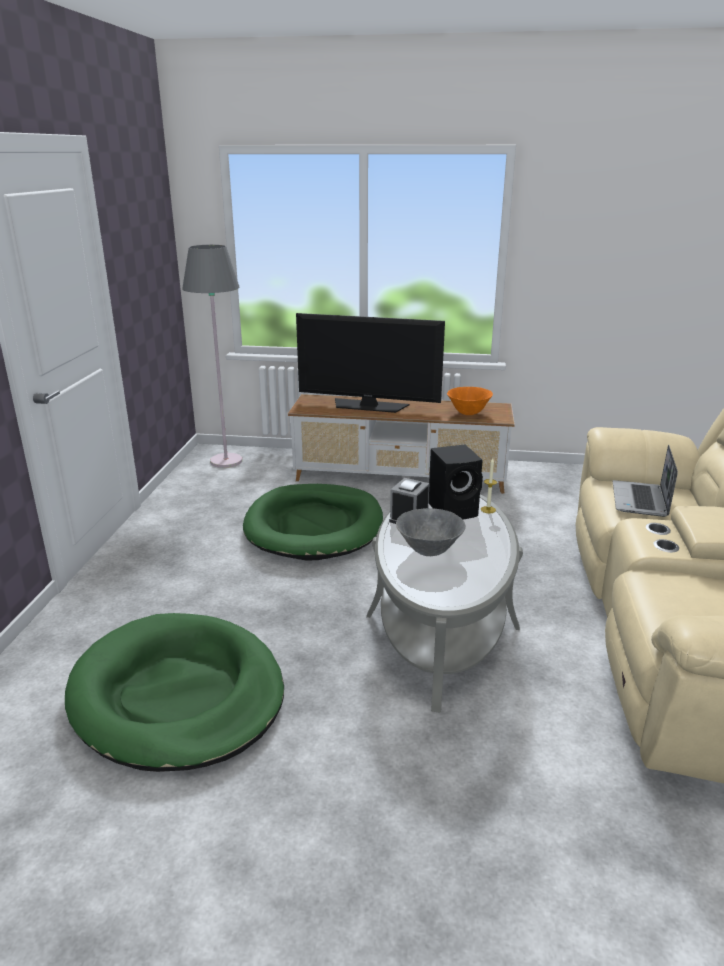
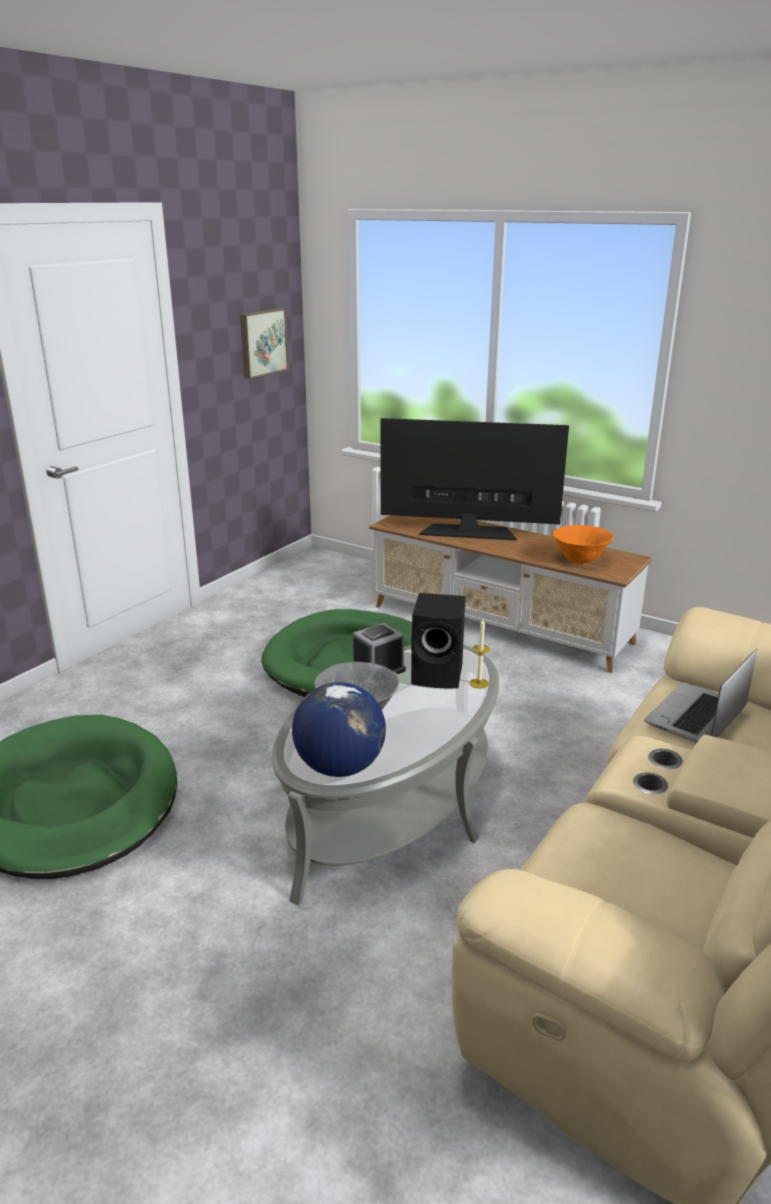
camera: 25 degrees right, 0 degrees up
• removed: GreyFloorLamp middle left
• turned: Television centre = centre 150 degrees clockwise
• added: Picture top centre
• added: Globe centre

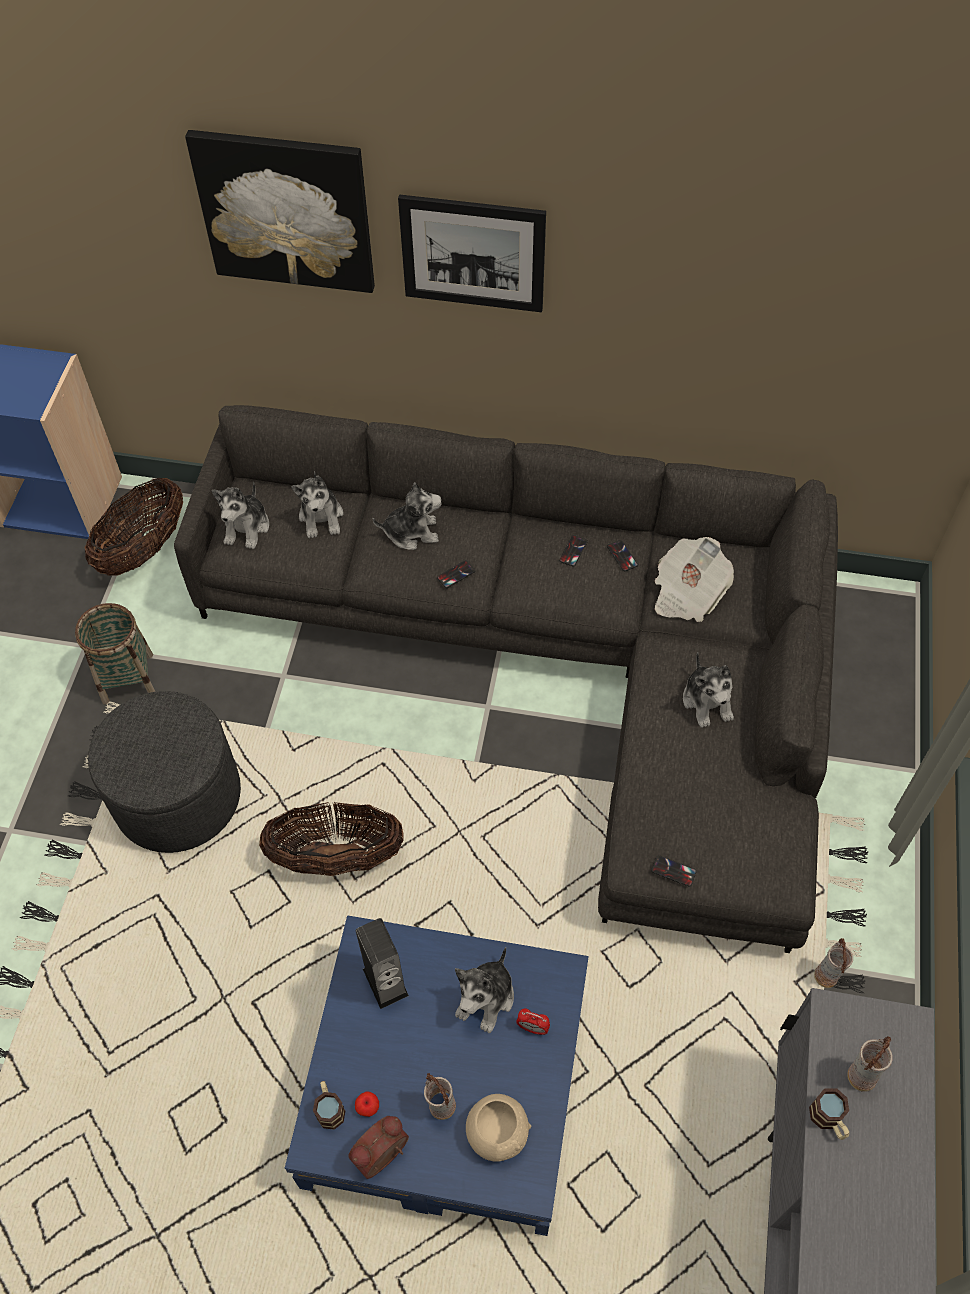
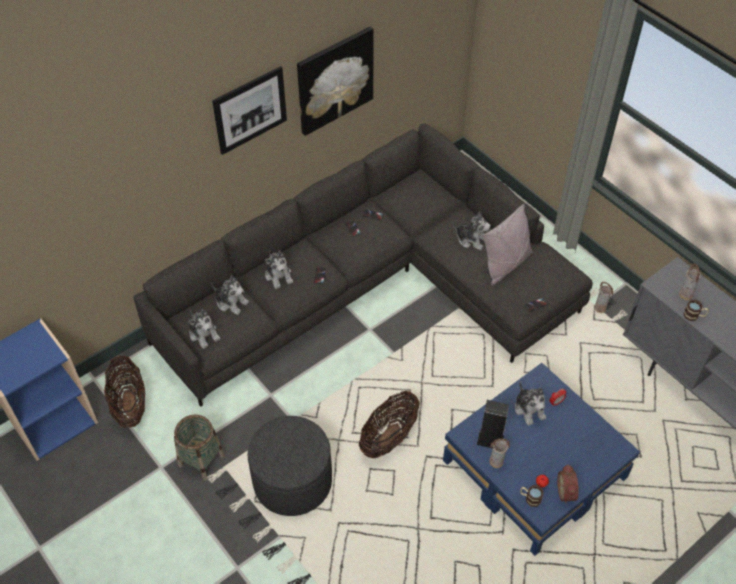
camera: 50 degrees left, 5 degrees down
• moved: Picture (1st from left in the first image) top left to Picture (2nd from left) top centre
• turned: PlushToy (3rd from left) centre = centre 120 degrees clockwise
• moved: Vase (1st from left) bottom centre to bottom right
• removed: BeigeBowl bottom centre
• removed: Newspaper middle right
• added: PurplePillow middle right

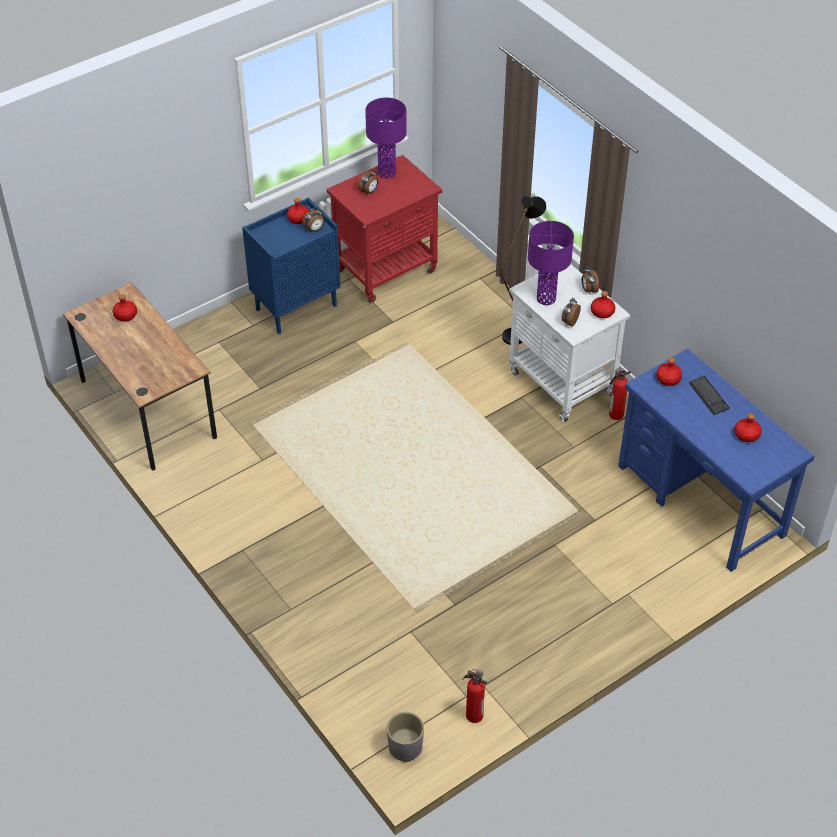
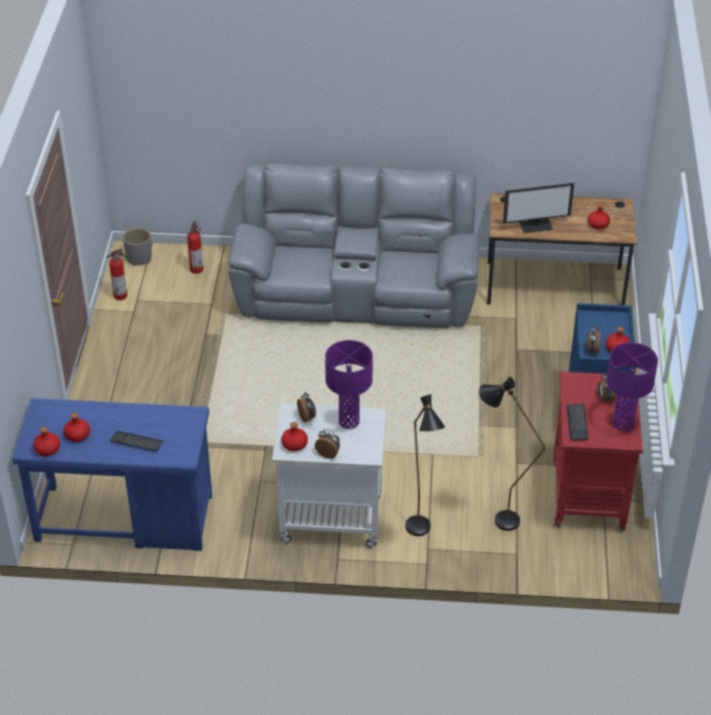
camera: 130 degrees right, 5 degrees down
• moved: FireExtinguisher (2nd from left) middle right to middle left
• moved: RedBottle (4th from left in the first image) middle right to RedBottle (1st from left) middle left
• added: GreySofa centre
• added: BlackFloorLamp (2nd from left) middle right
• added: Monitor top right
• added: Keyboard (2nd from left) middle right

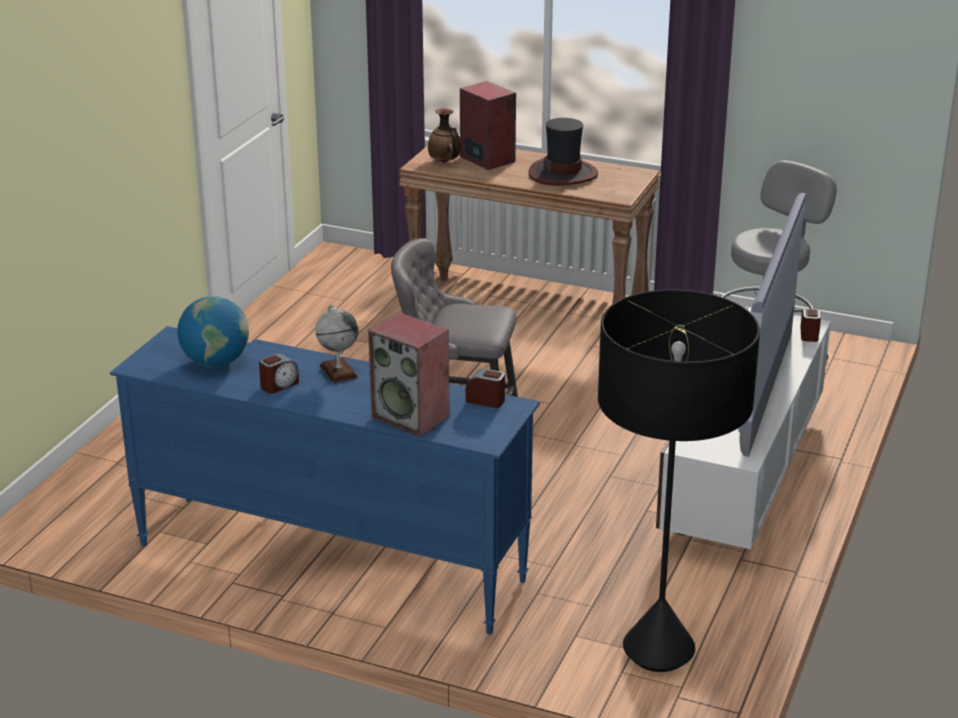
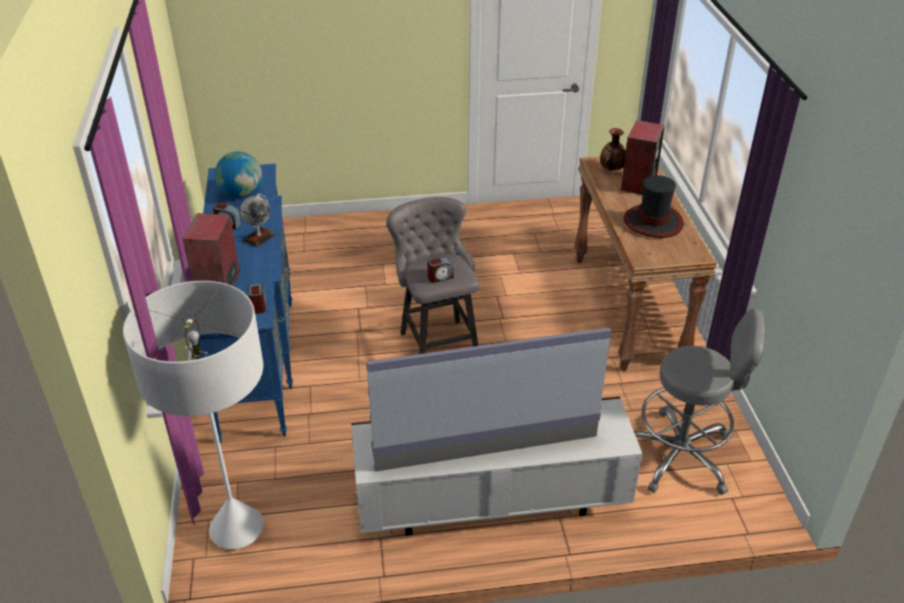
camera: 60 degrees right, 10 degrees up
• recoloured: BlackFloorLamp bottom right to WhiteFloorLamp bottom left
• moved: AlarmClock (3rd from left) middle right to centre

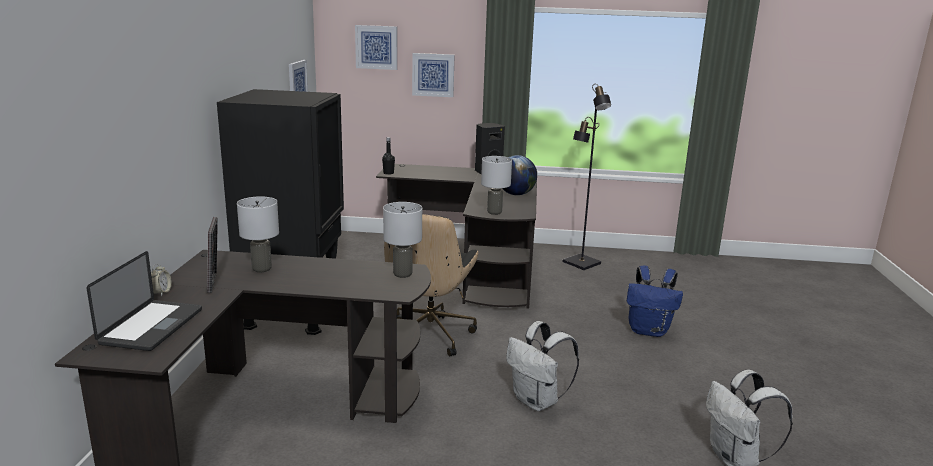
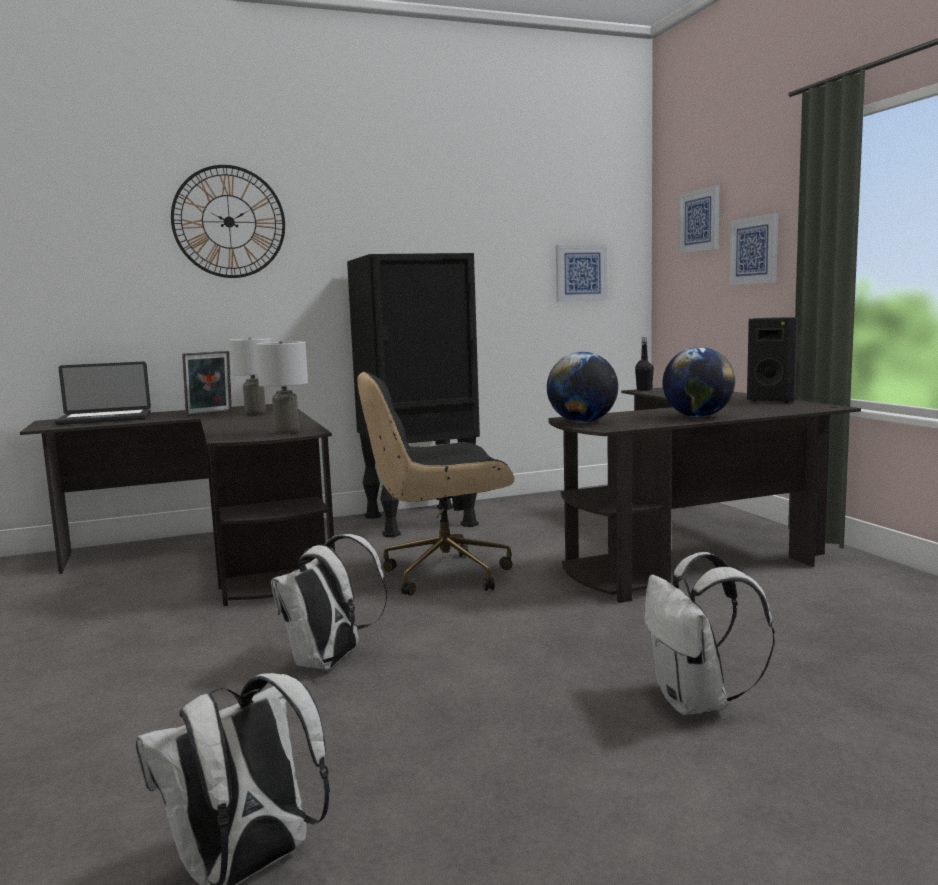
camera: 65 degrees right, 10 degrees down
• removed: AlarmClock middle left
• replaced: WhiteTableLamp (3rd from left) centre to Globe (1st from left) centre
• removed: BlackFloorLamp centre
• recoloured: BlueBackpack middle right to WhiteBackpack (3rd from left) bottom right
• added: WallClock top left

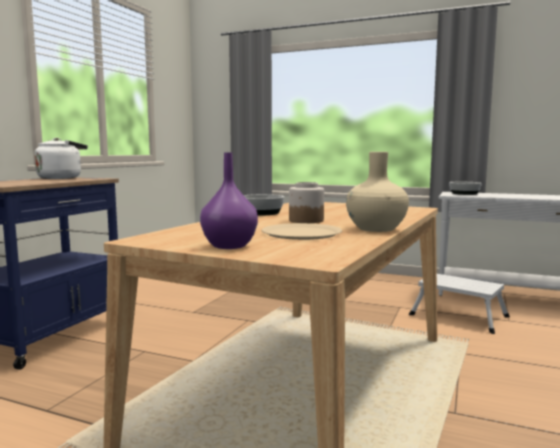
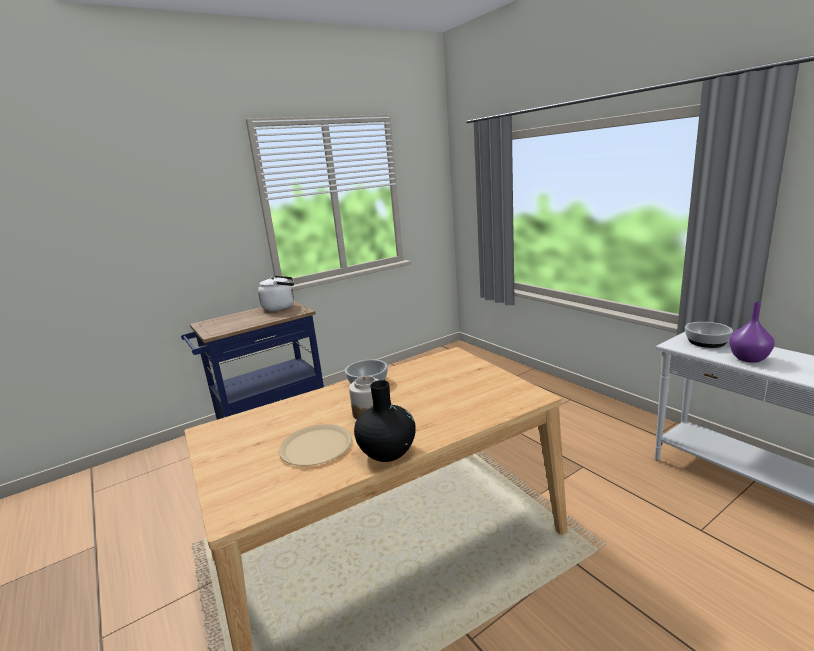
camera: 35 degrees right, 10 degrees up
• moved: PurpleVase centre to middle right
• recoloured: BeigeVase middle right to BlackVase centre
• removed: WhiteStepLadder bottom right

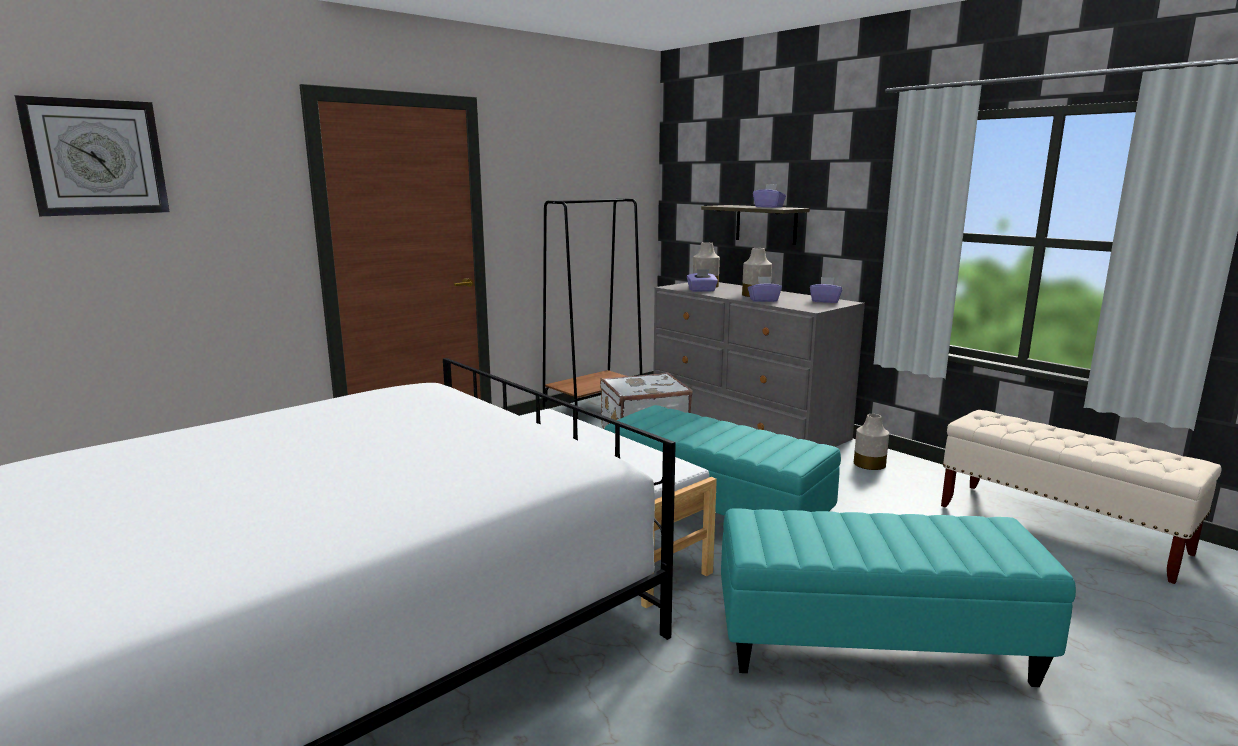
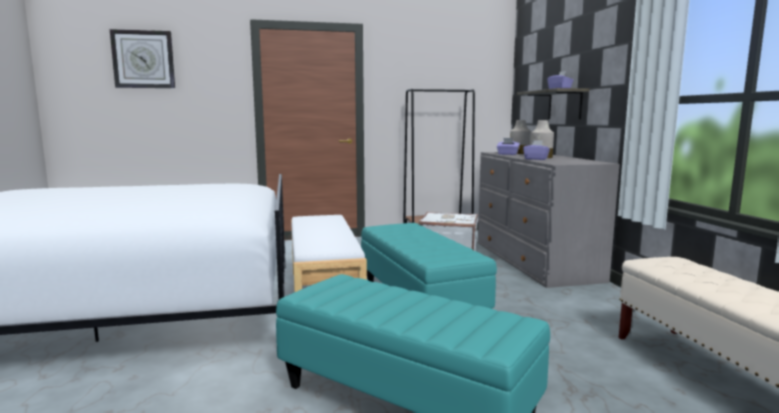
camera: 30 degrees right, 5 degrees down
• removed: PurpleTissueBox (4th from left) middle right
• removed: BeigeVase (3rd from left) middle right

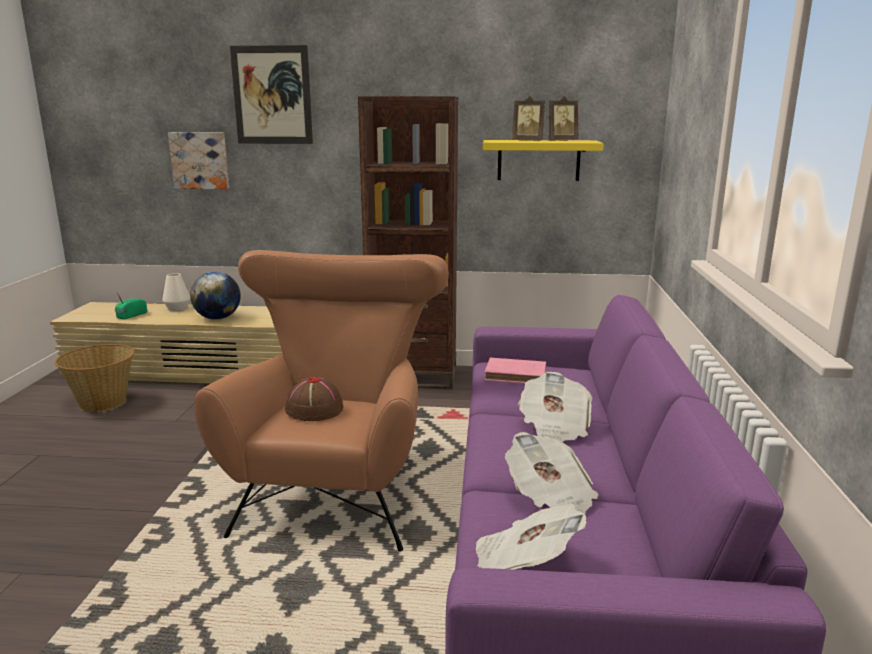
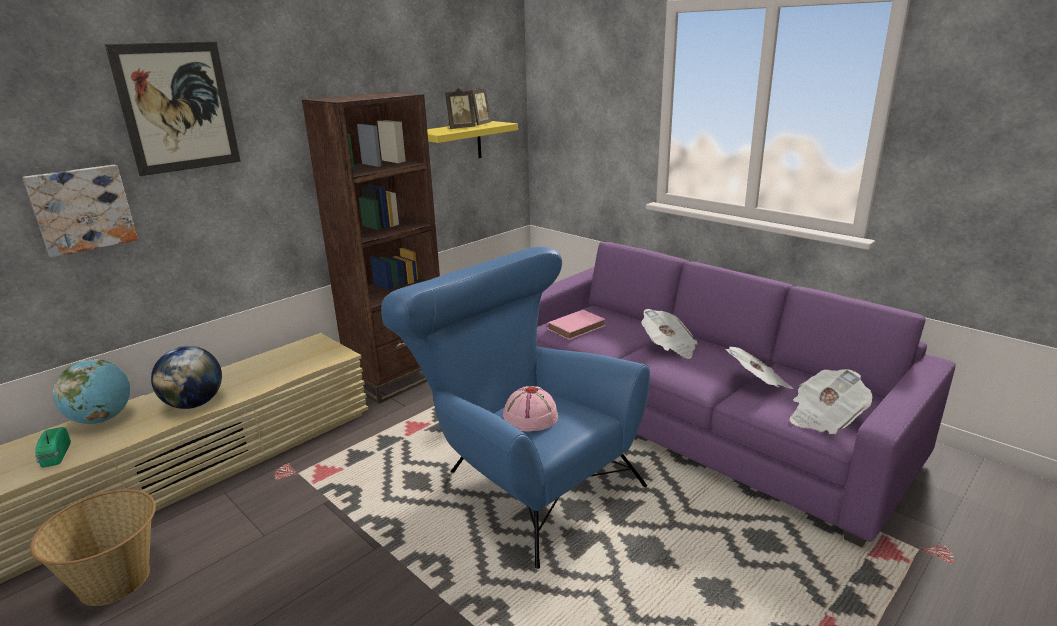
camera: 50 degrees left, 5 degrees up
• replaced: WhiteVase middle left to Globe (1st from left) middle left
• recoloured: BrownArmchair centre to BlueArmchair centre
• recoloured: BrownHat centre to PinkHat centre

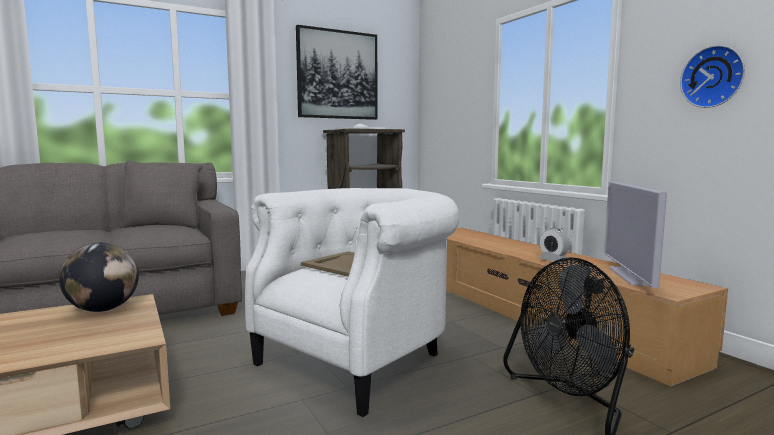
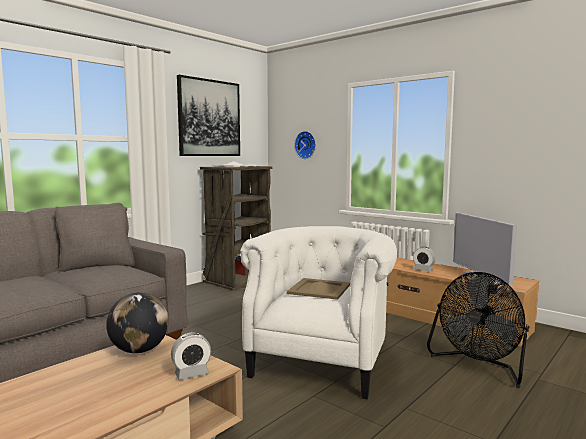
camera: 20 degrees left, 0 degrees up
• moved: WallClock top right to top centre
• added: AlarmClock (1st from left) bottom left

